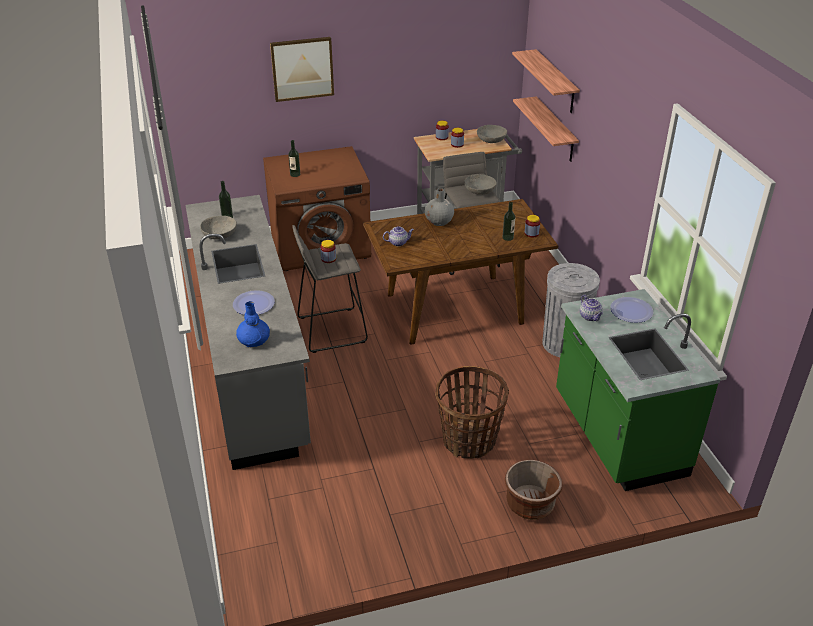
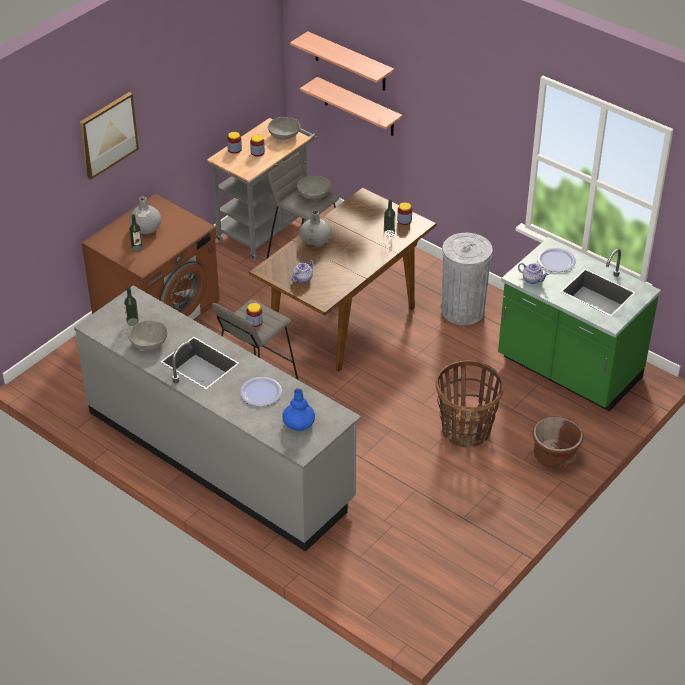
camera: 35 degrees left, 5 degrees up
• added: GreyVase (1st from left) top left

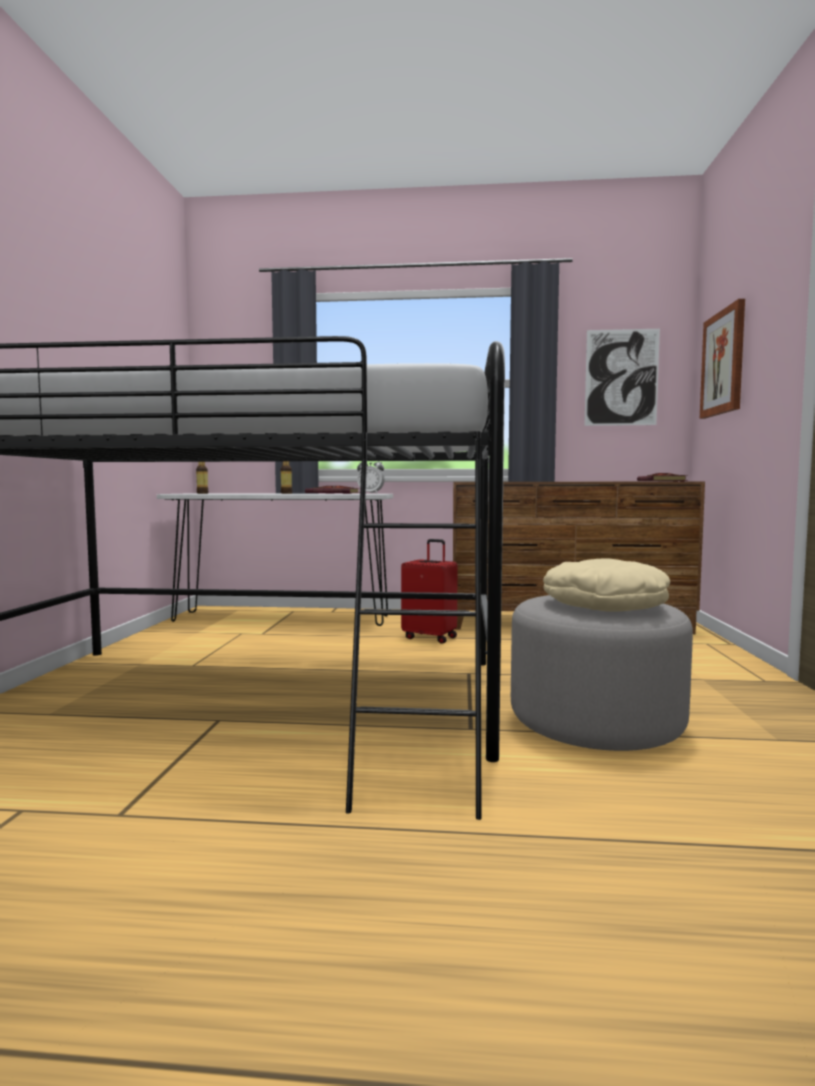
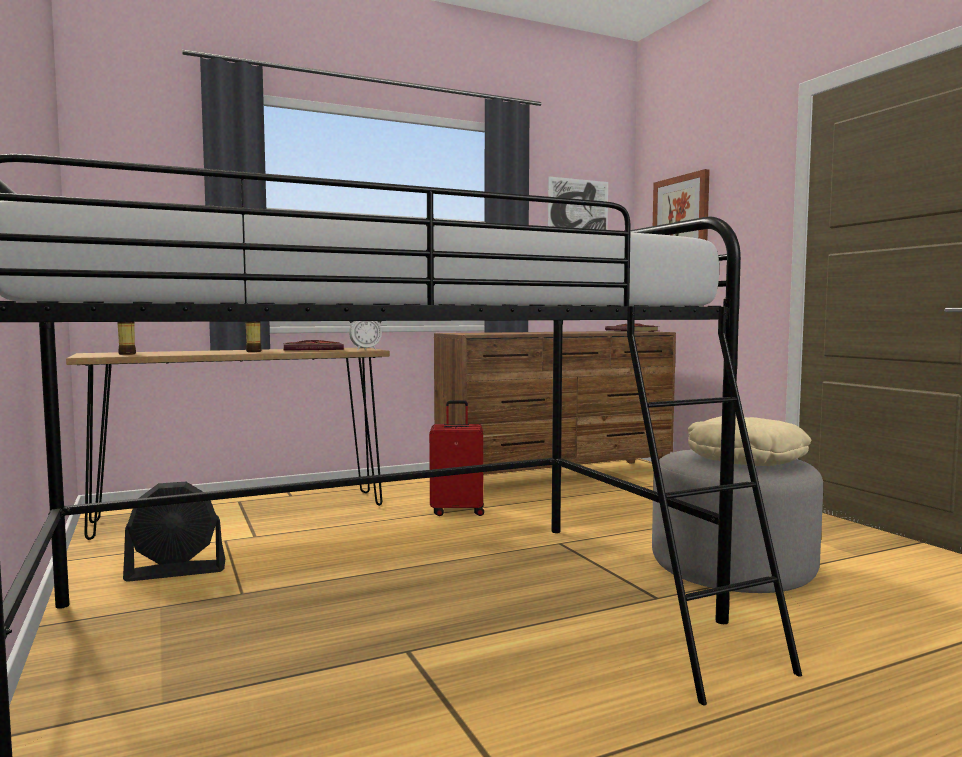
camera: 30 degrees left, 0 degrees up
• recoloured: WhiteConsoleTable centre to BrownConsoleTable middle left
• added: BlackFan bottom left

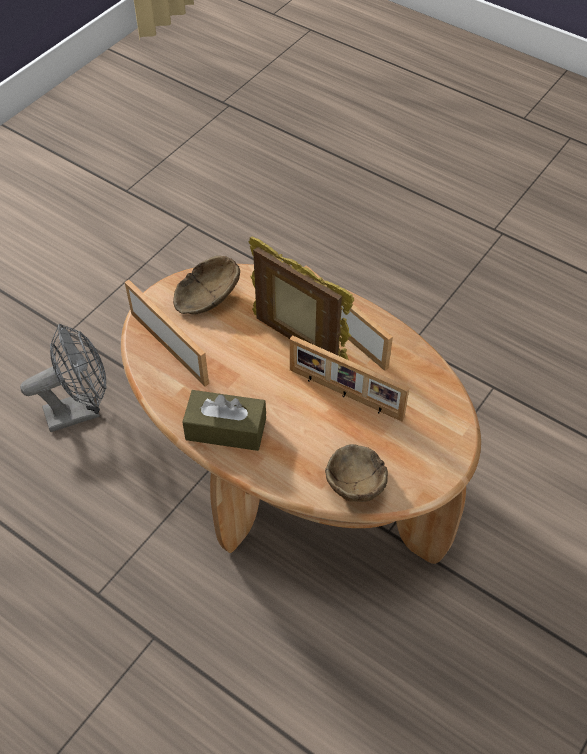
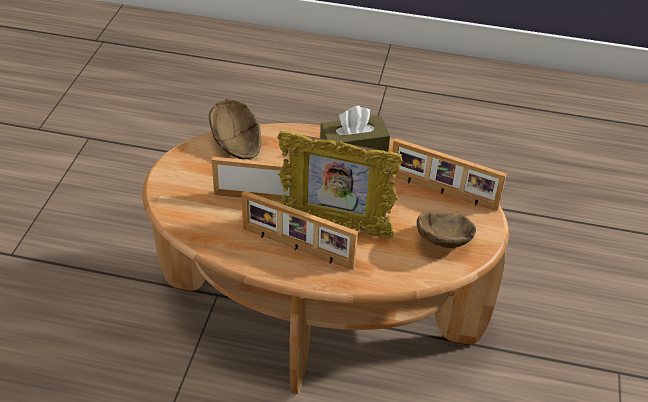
camera: 155 degrees right, 10 degrees down
• removed: GreyFan middle left

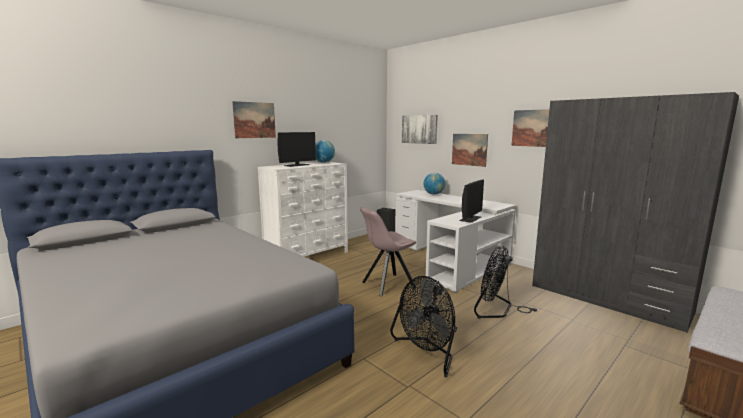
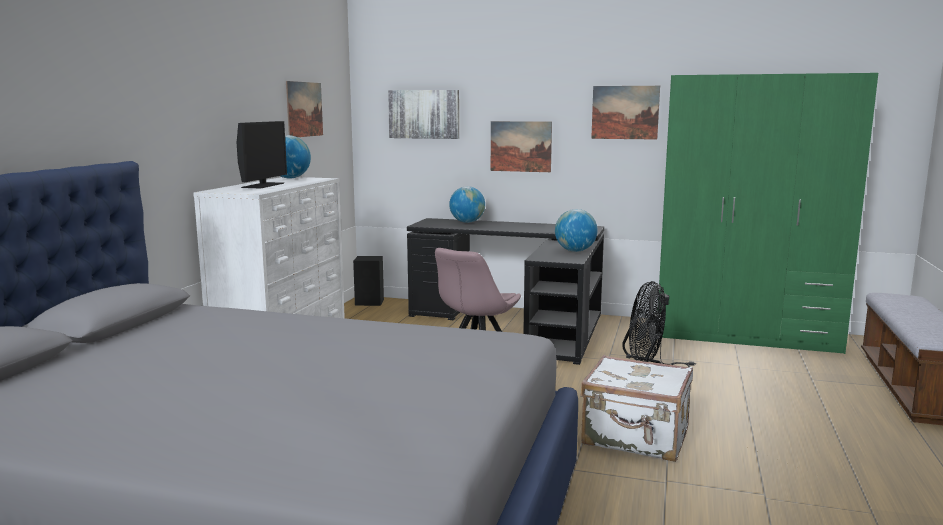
camera: 30 degrees left, 0 degrees up
• moved: Picture (1st from left) top centre to top left
• replaced: BlackFan (1st from left) bottom centre to WhiteSuitcase bottom right
• recoloured: WhiteDesk centre to BlackDesk centre
• replaced: Monitor (2nd from left) centre to Globe (3rd from left) centre
• recoloured: GreyWardrobe middle right to GreenWardrobe middle right

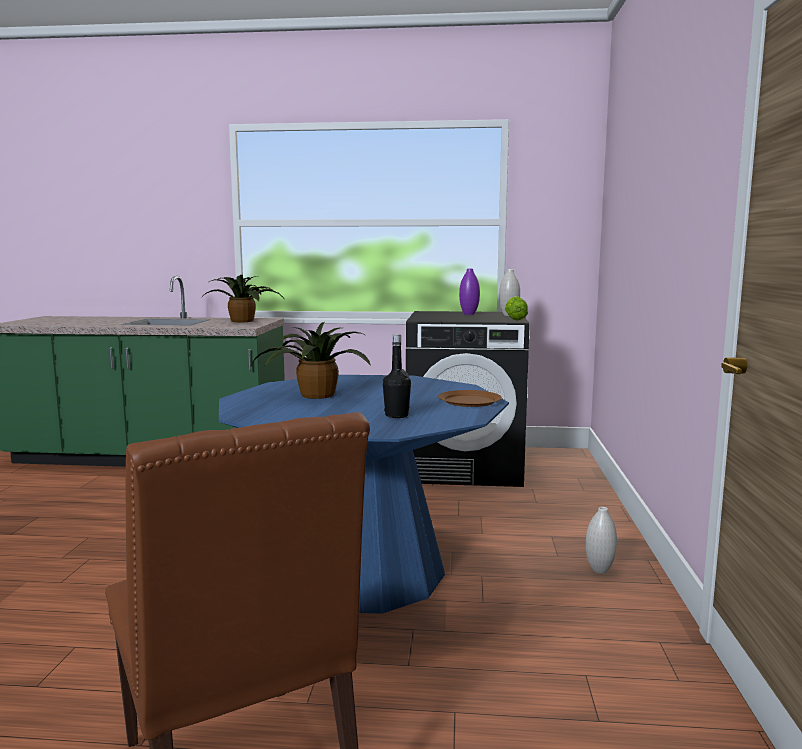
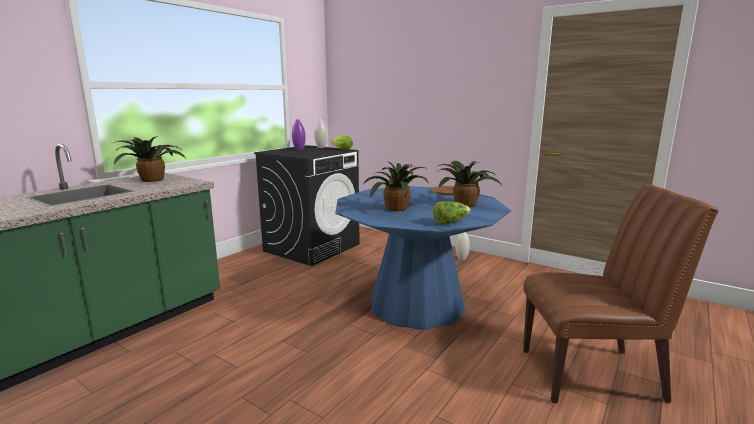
camera: 60 degrees left, 5 degrees up
• replaced: BlackBottle centre to PottedPlant (3rd from left) centre
• added: Lettuce (2nd from left) centre

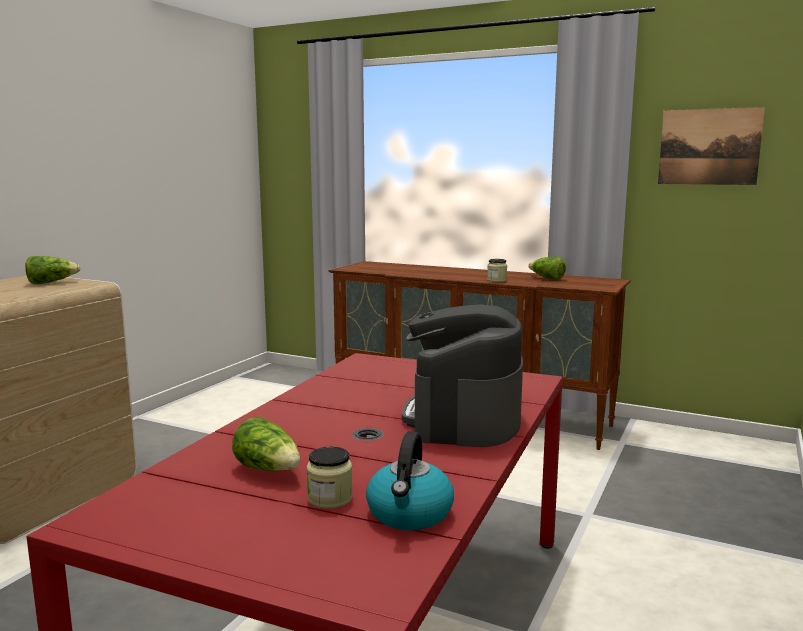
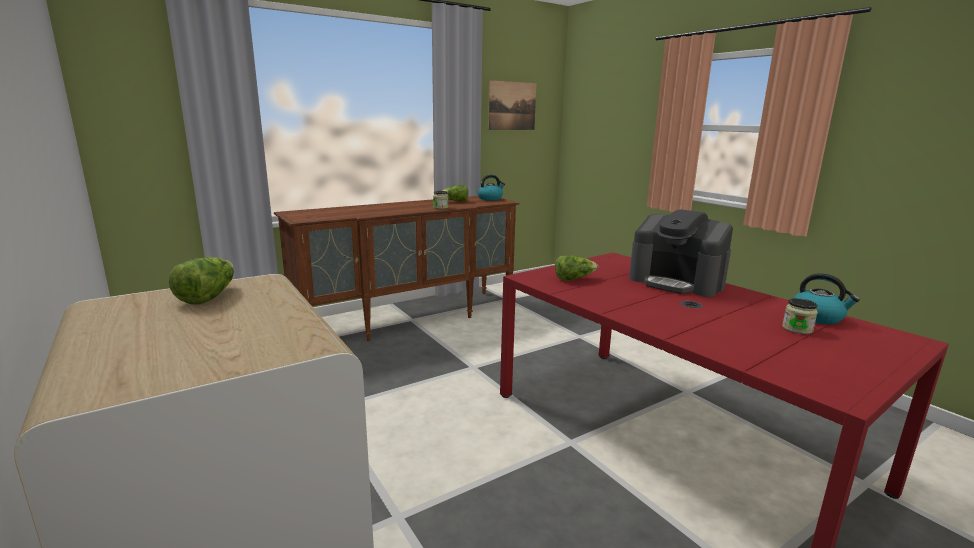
camera: 60 degrees left, 5 degrees up
• moved: Lettuce (2nd from left in the first image) bottom left to Lettuce (3rd from left) centre
• added: Kettle (1st from left) centre

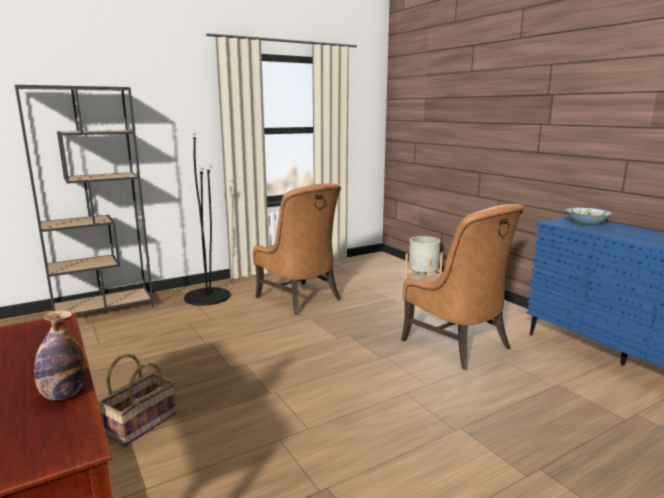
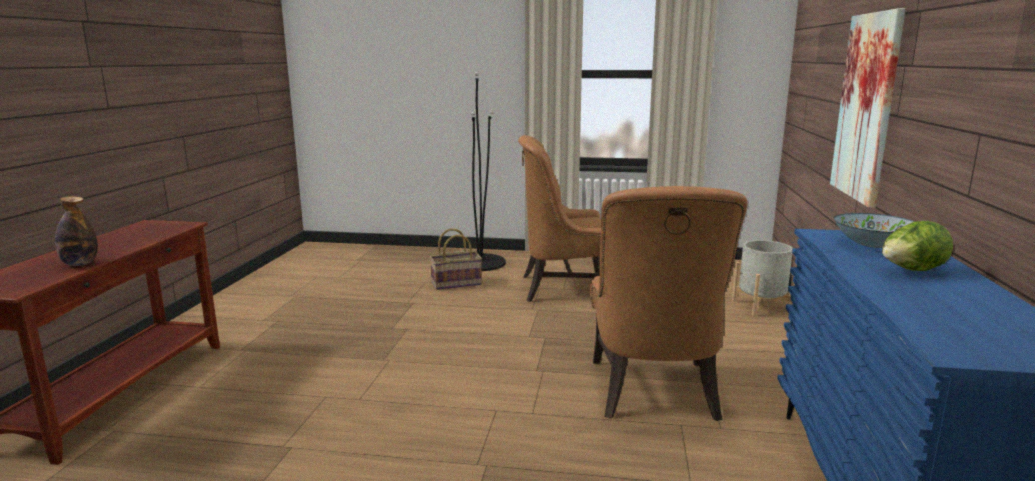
camera: 40 degrees right, 0 degrees up
• removed: Bookcase middle left
• moved: Basket bottom left to centre
• turned: BrownChair (1st from left) centre = centre 90 degrees clockwise
• added: Picture top right
• added: Lettuce middle right

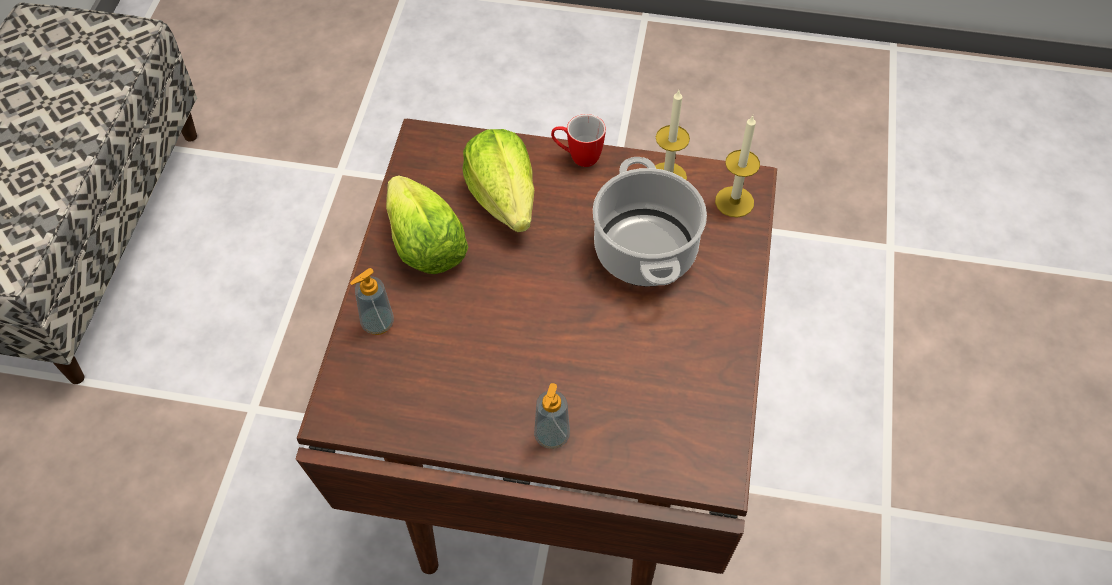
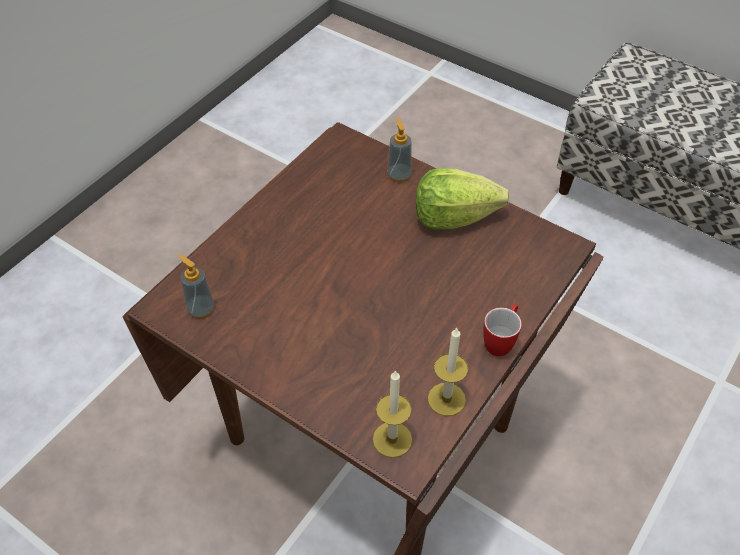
camera: 115 degrees right, 5 degrees down
• removed: Lettuce (2nd from left) top centre
• moved: SoapDispenser (2nd from left in the first image) bottom centre to SoapDispenser (1st from left) middle left
• removed: CookingPot centre

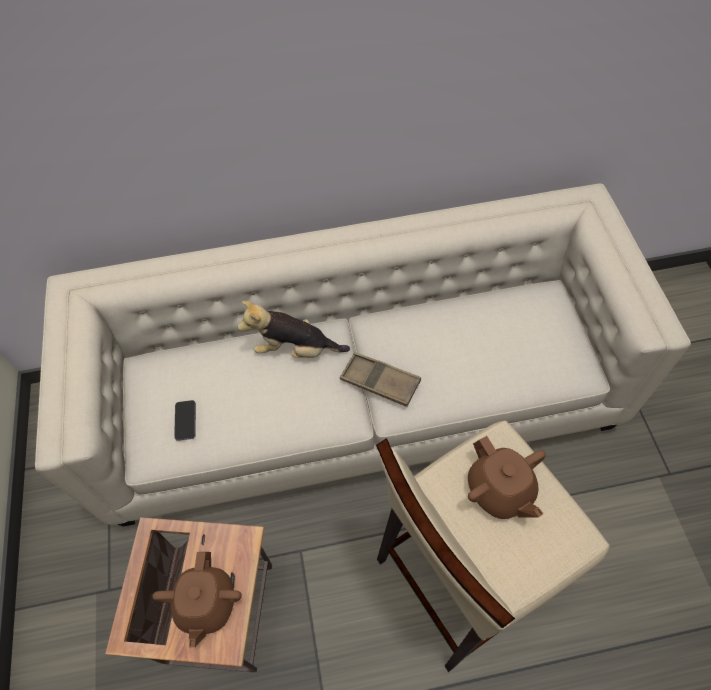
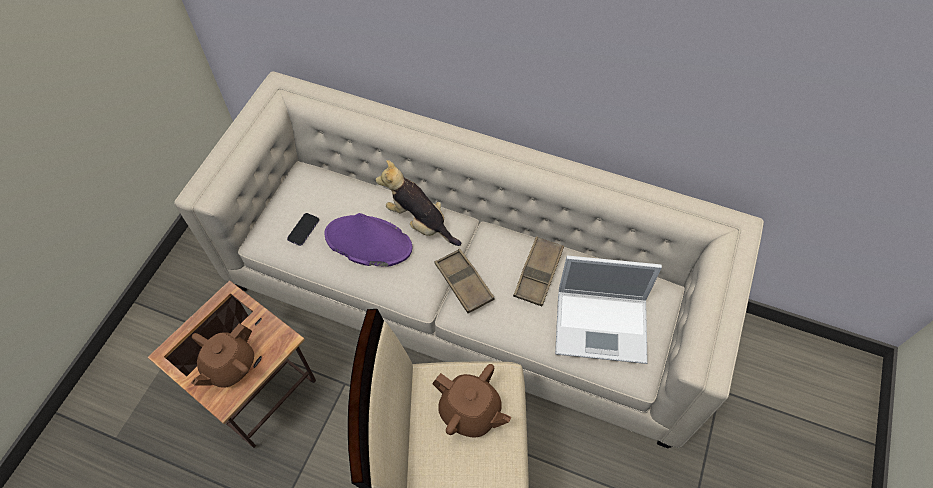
camera: 30 degrees right, 0 degrees up
• turned: BrownTeapot (2nd from left) bottom right = bottom centre 60 degrees counterclockwise
• added: PurpleHat centre
• added: BrownTray (2nd from left) centre
• added: Laptop centre

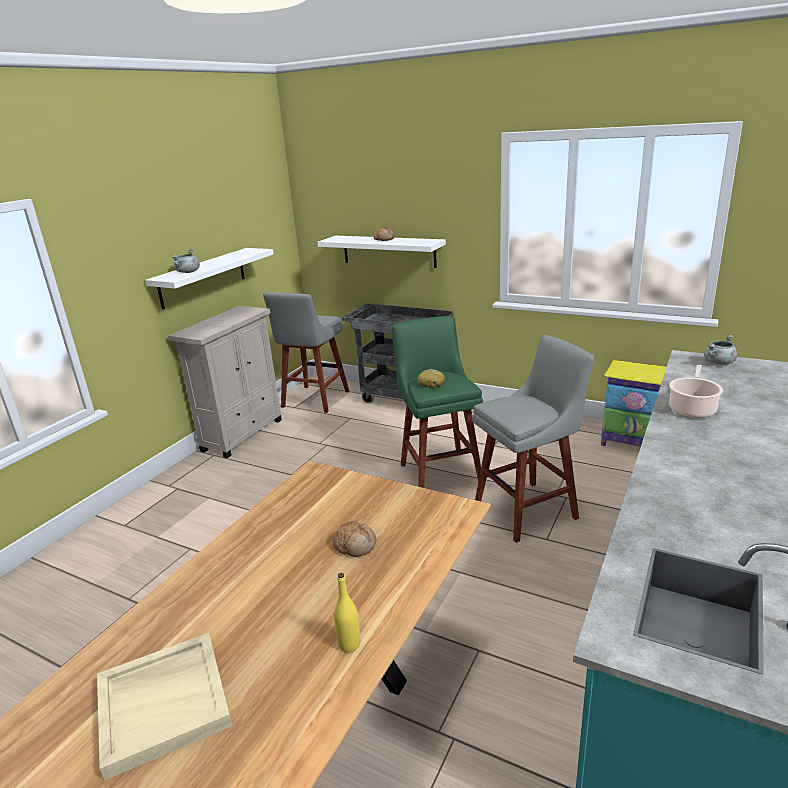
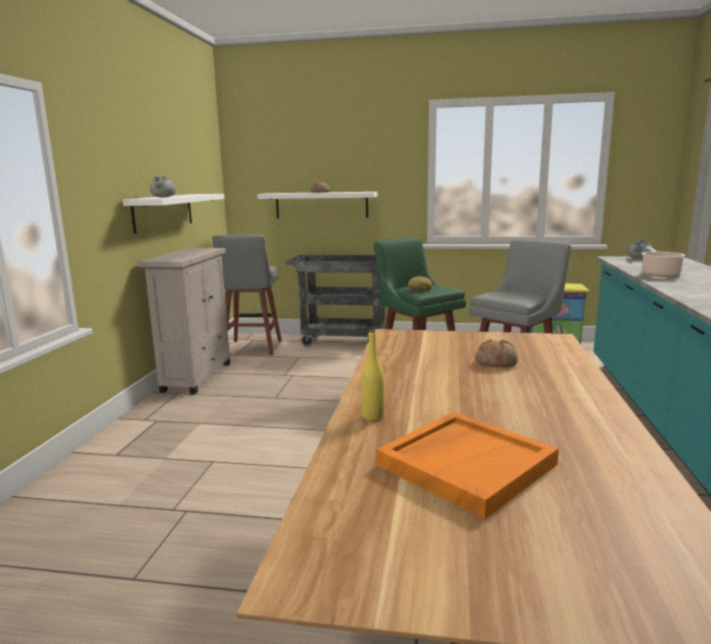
camera: 20 degrees left, 10 degrees down
• recoloured: BeigeTray bottom left to OrangeTray bottom centre
• moved: YellowBottle bottom centre to centre

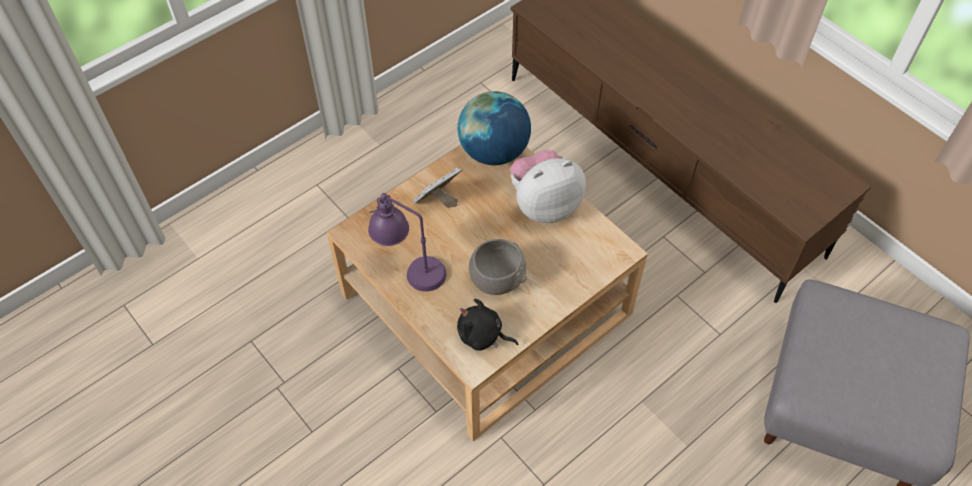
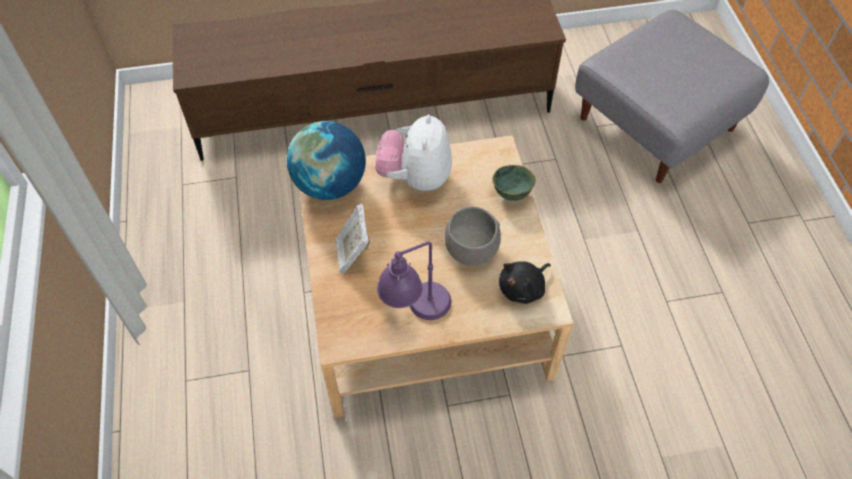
camera: 60 degrees left, 0 degrees up
• added: GreenBowl centre

